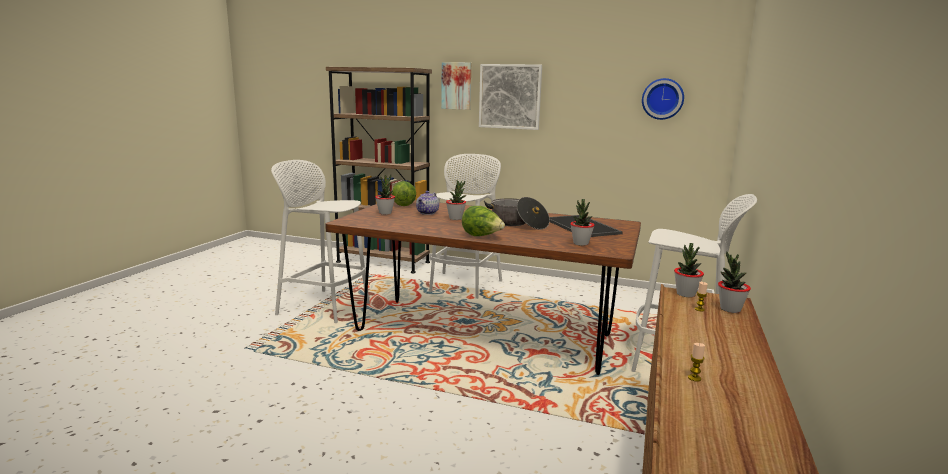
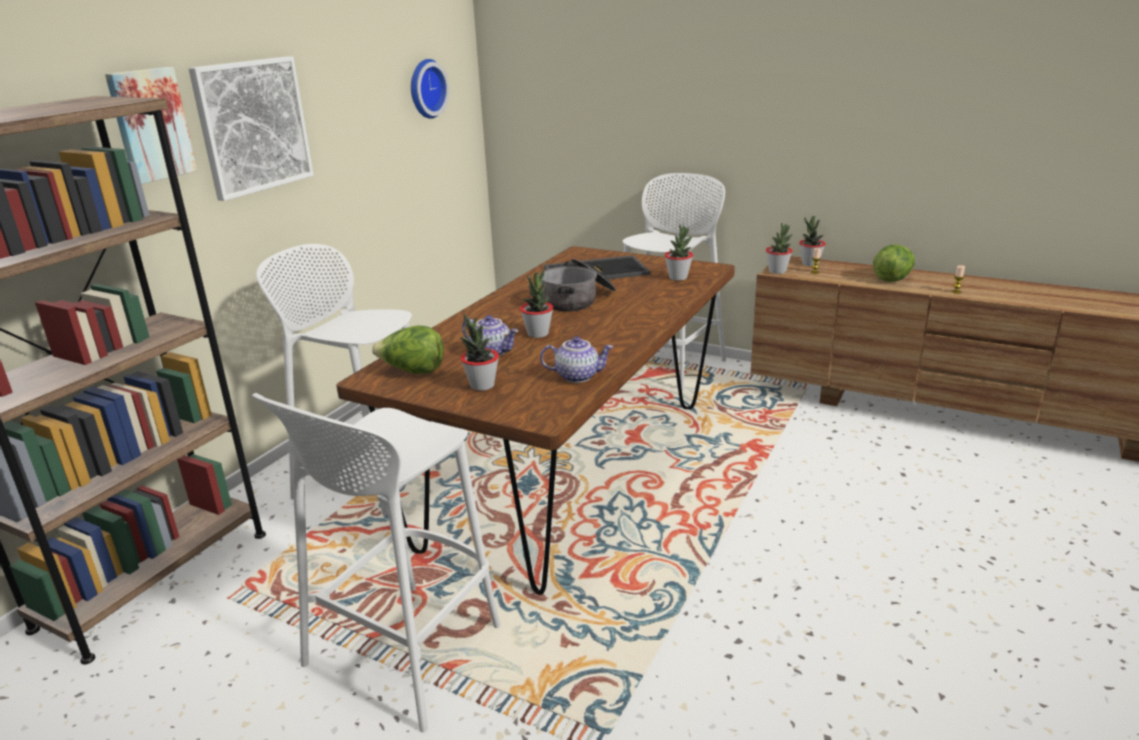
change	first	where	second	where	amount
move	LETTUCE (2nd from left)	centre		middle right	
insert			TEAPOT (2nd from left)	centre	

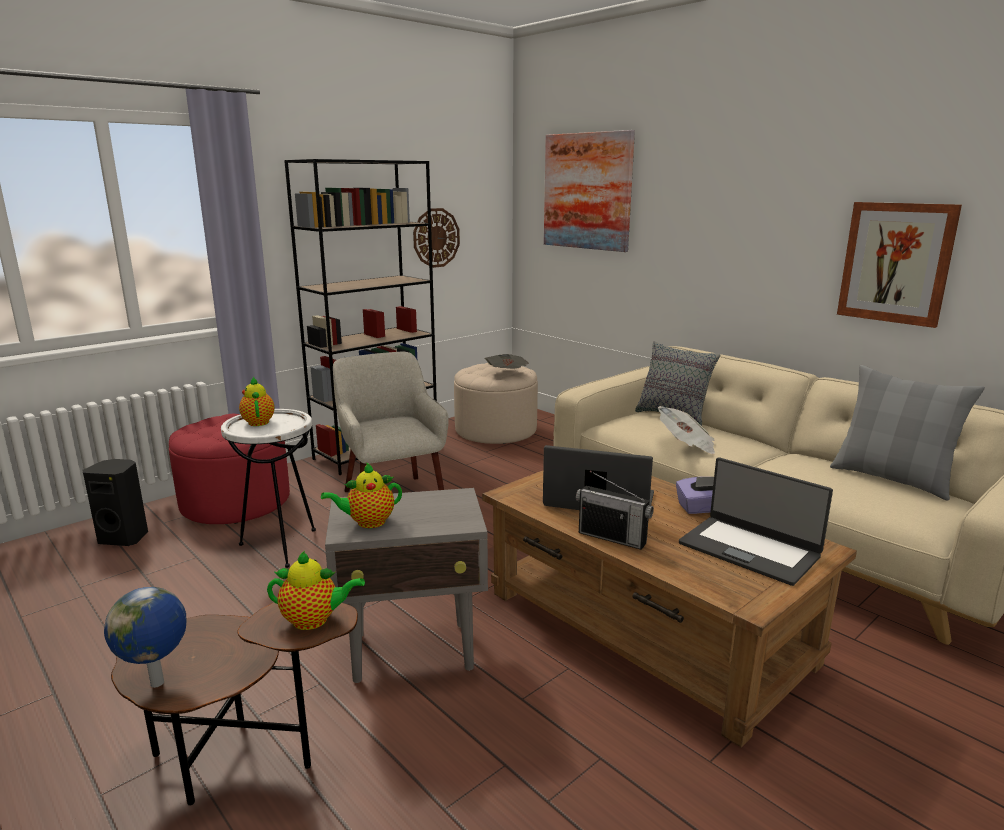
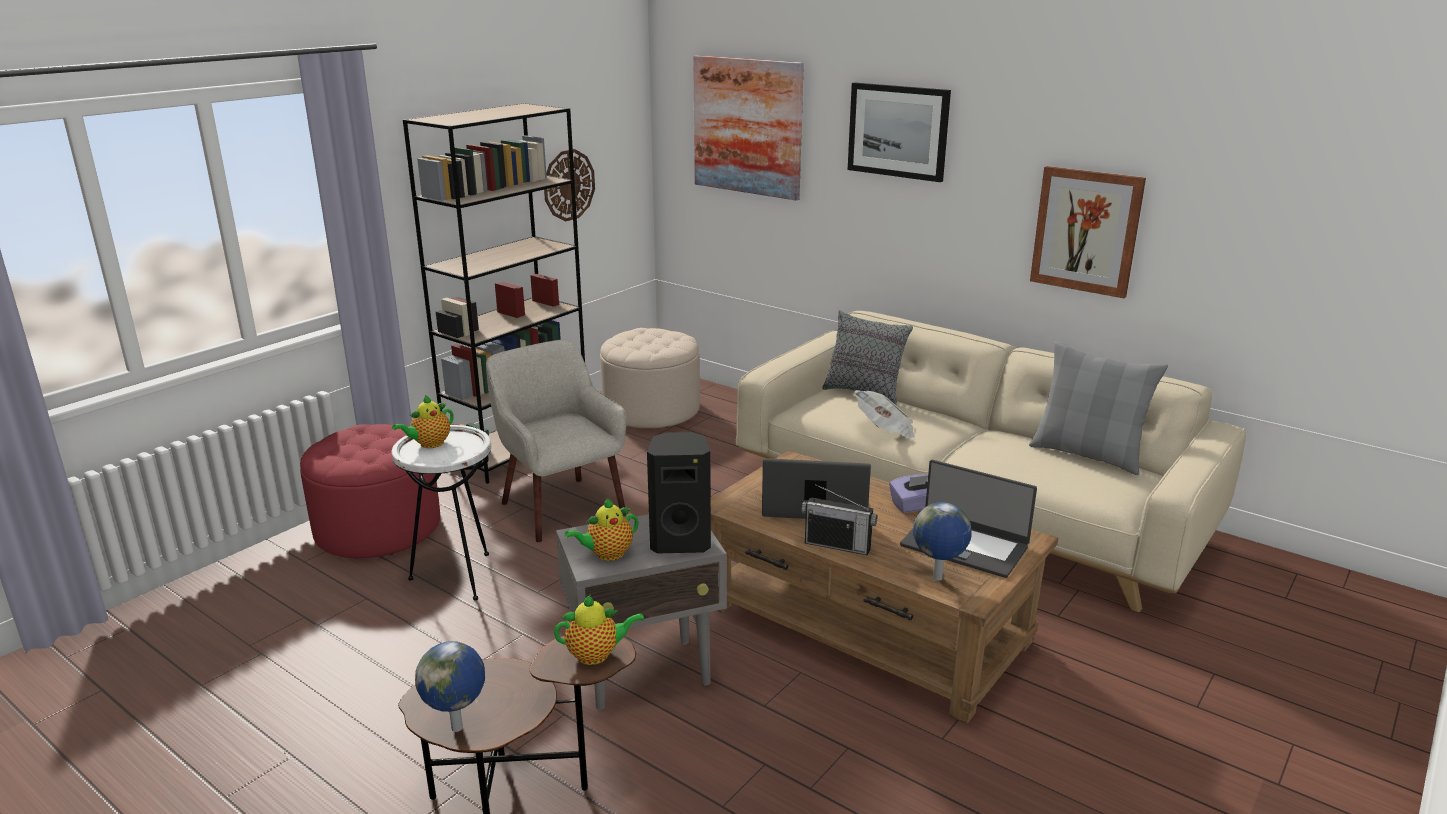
change	first	where	second	where	amount
move	BLACK SPEAKER	middle left		centre	
rotate	TEAPOT (1st from left)	middle left		middle left	105 degrees counterclockwise
delete	NEWSPAPER (1st from left)	centre			
insert			PICTURE (2nd from left)	top centre	
insert			GLOBE (2nd from left)	centre	

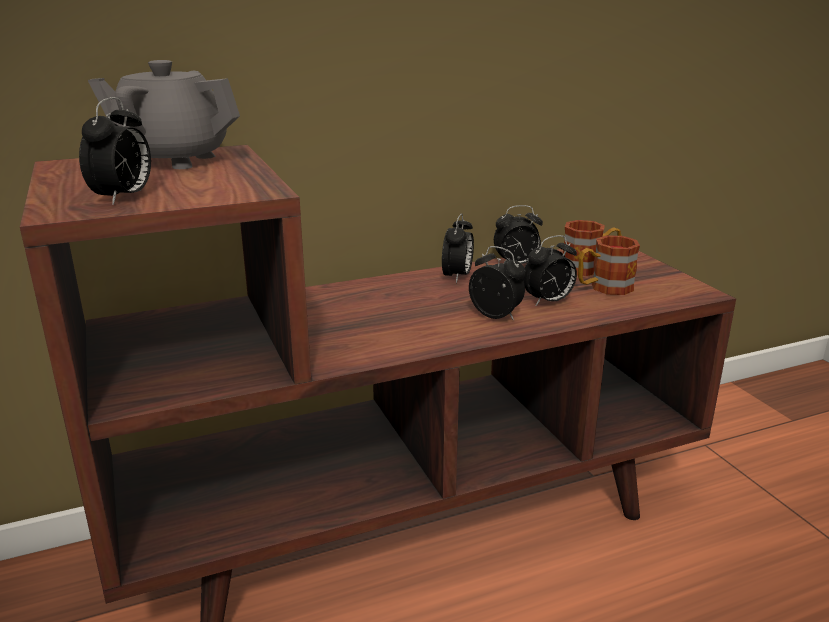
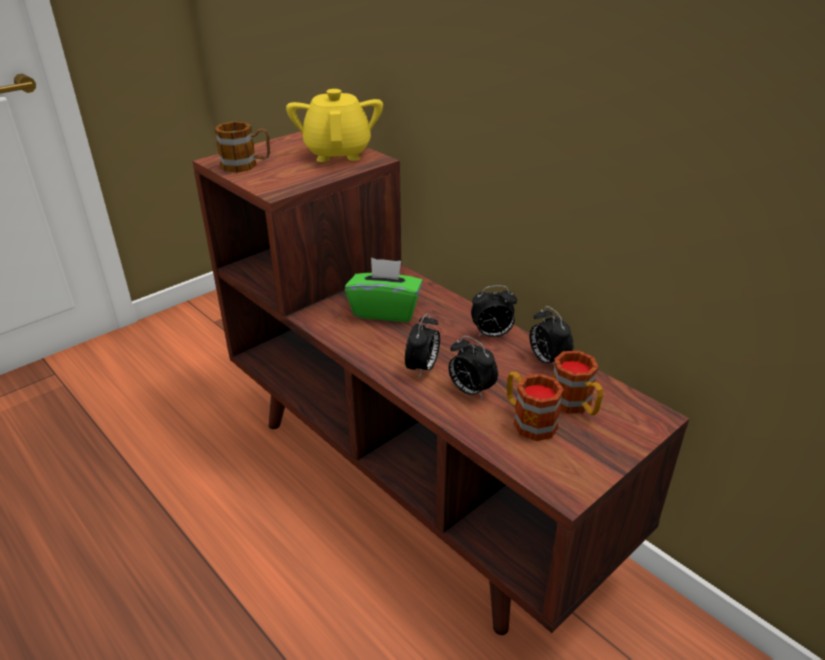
change	first	where	second	where	amount
replace	ALARM CLOCK (1st from left)	top left	MUG (1st from left)	top left	
recolor	GREY TEAPOT	top left	YELLOW TEAPOT	top centre	
insert			GREEN TISSUE BOX	centre	

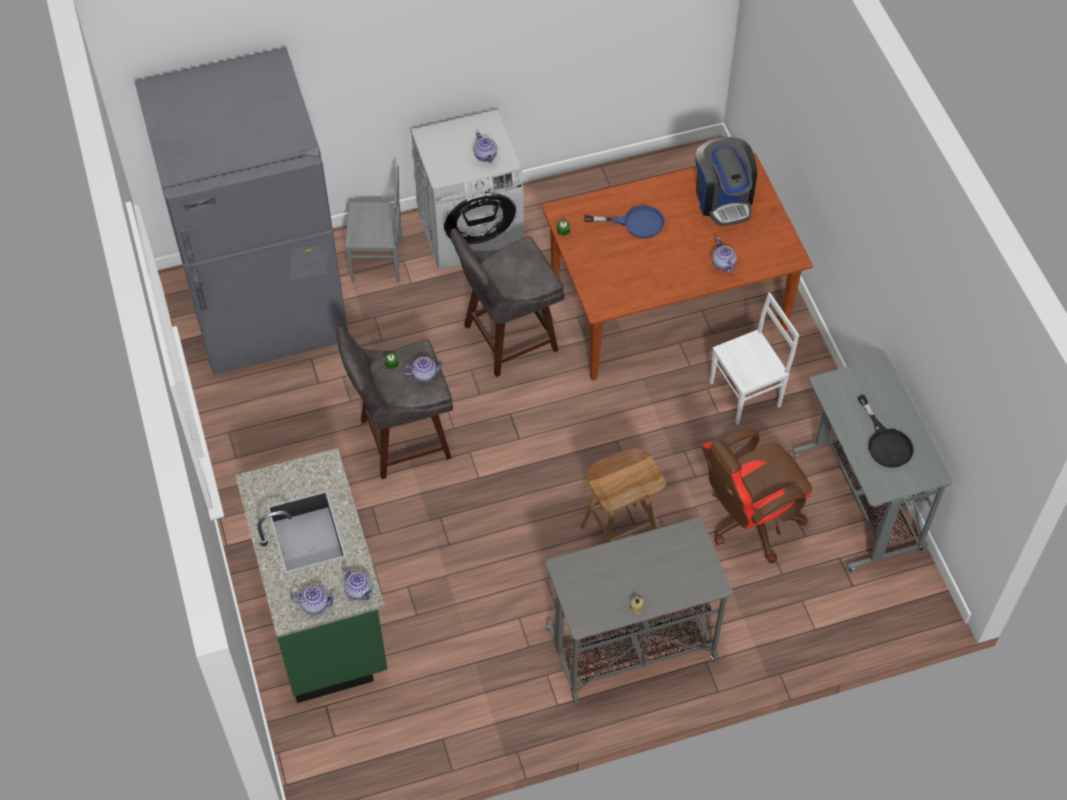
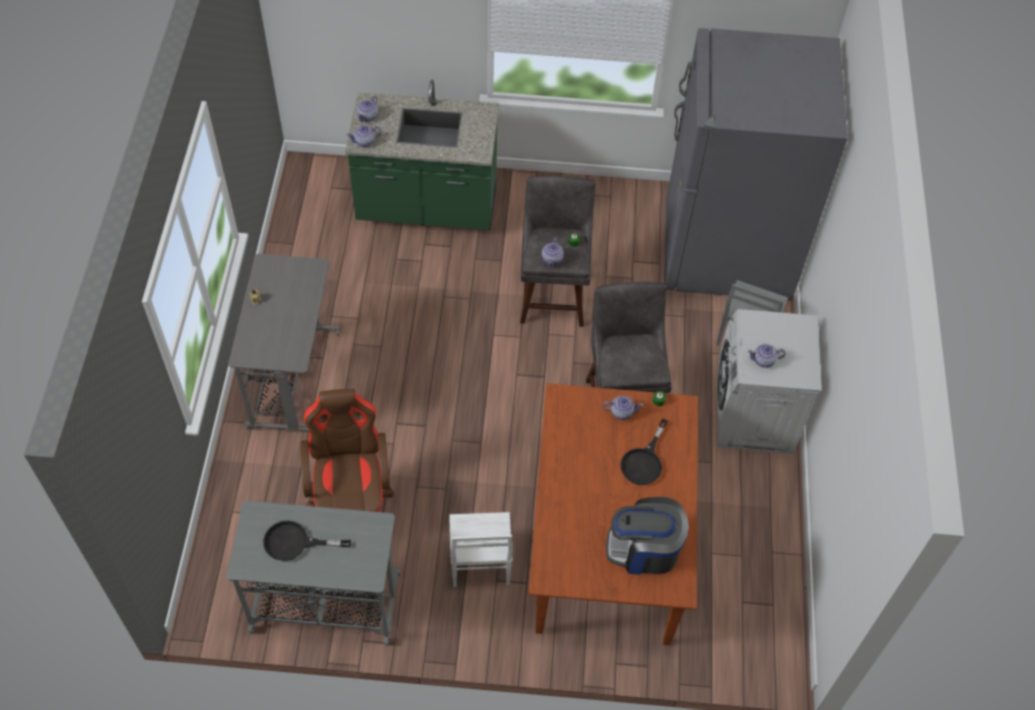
change	first	where	second	where	amount
delete	BROWN STOOL	centre			
recolor	BLUE FRYING PAN	top centre	BLACK FRYING PAN (2nd from left)	centre	
move	TEAPOT (5th from left in the first image)	top right	TEAPOT (4th from left)	centre	

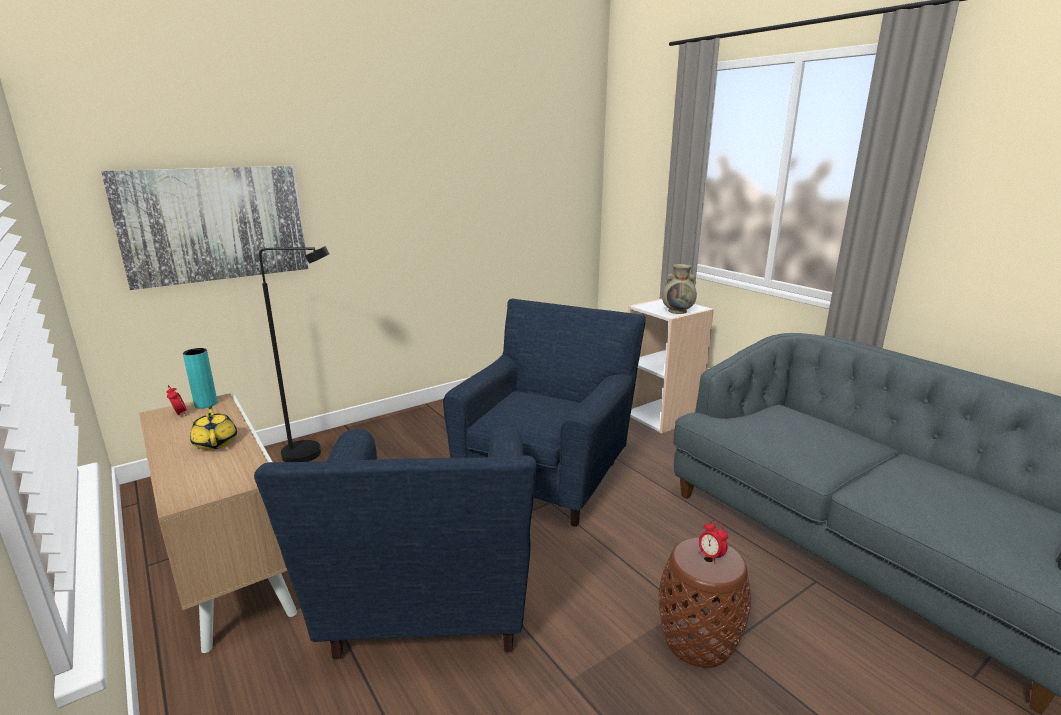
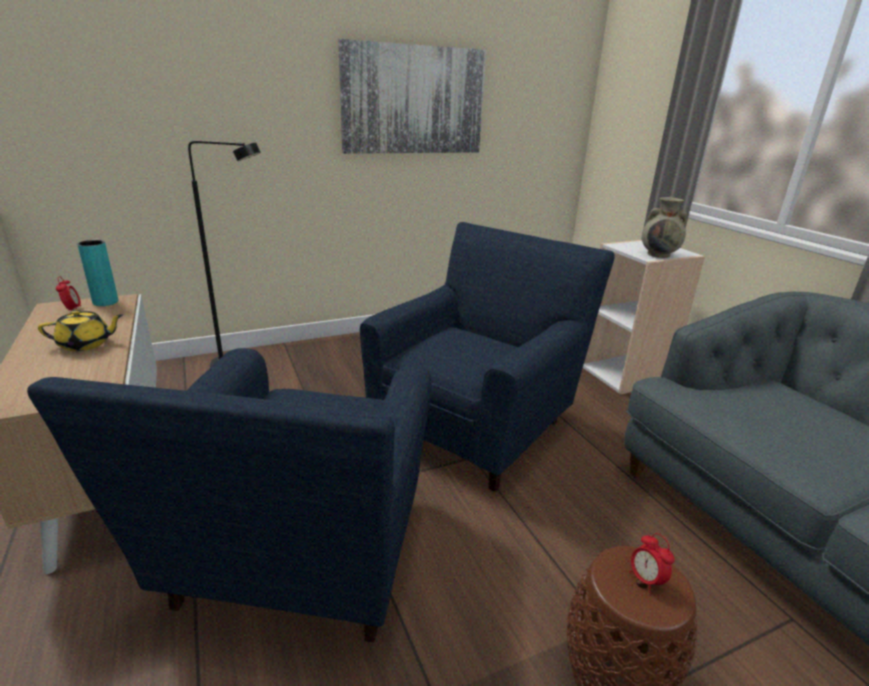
change	first	where	second	where	amount
move	PICTURE	top left		top centre	
rotate	YELLOW TEAPOT	middle left		middle left	90 degrees clockwise

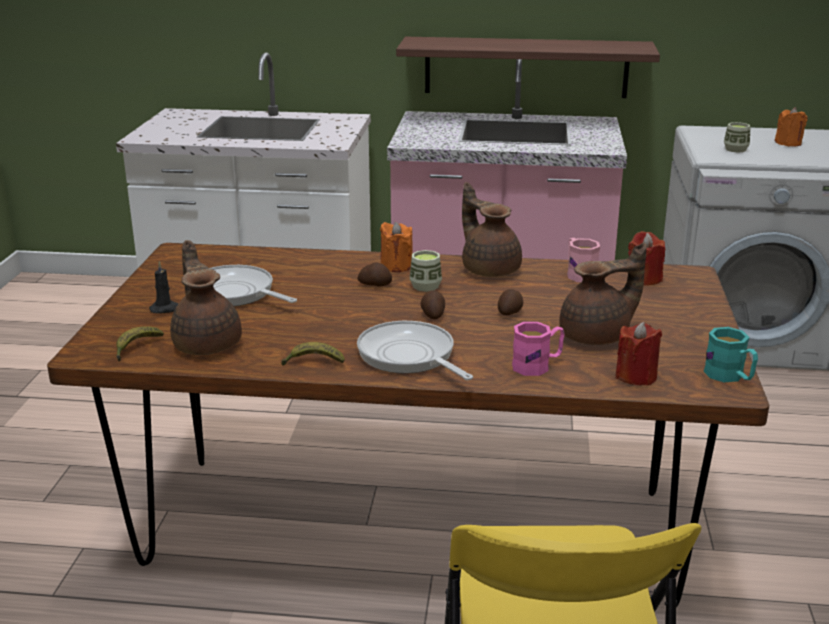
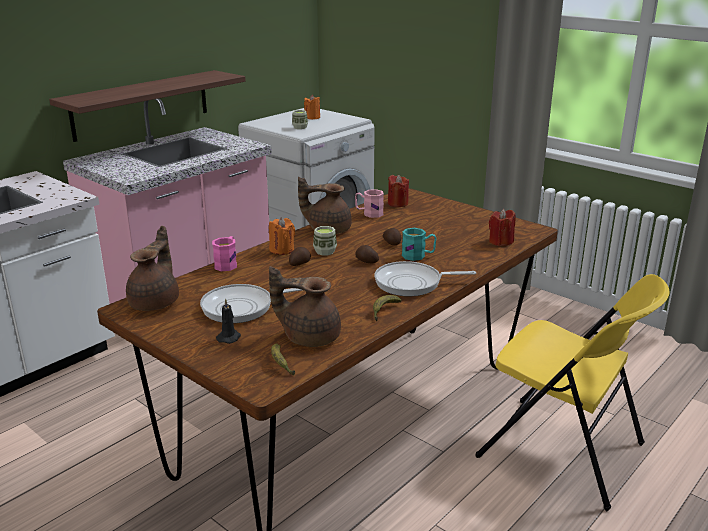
change	first	where	second	where	amount
move	PINK MUG (1st from left)	centre		middle left	
move	BROWN TEAPOT (3rd from left in the first image)	middle right	BROWN TEAPOT (1st from left)	middle left	
move	TURQUOISE MUG	middle right		centre	

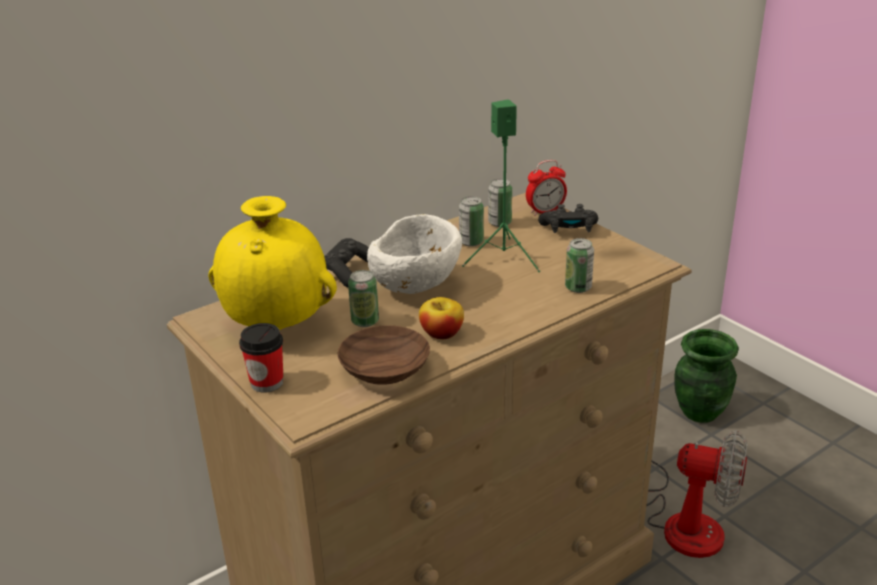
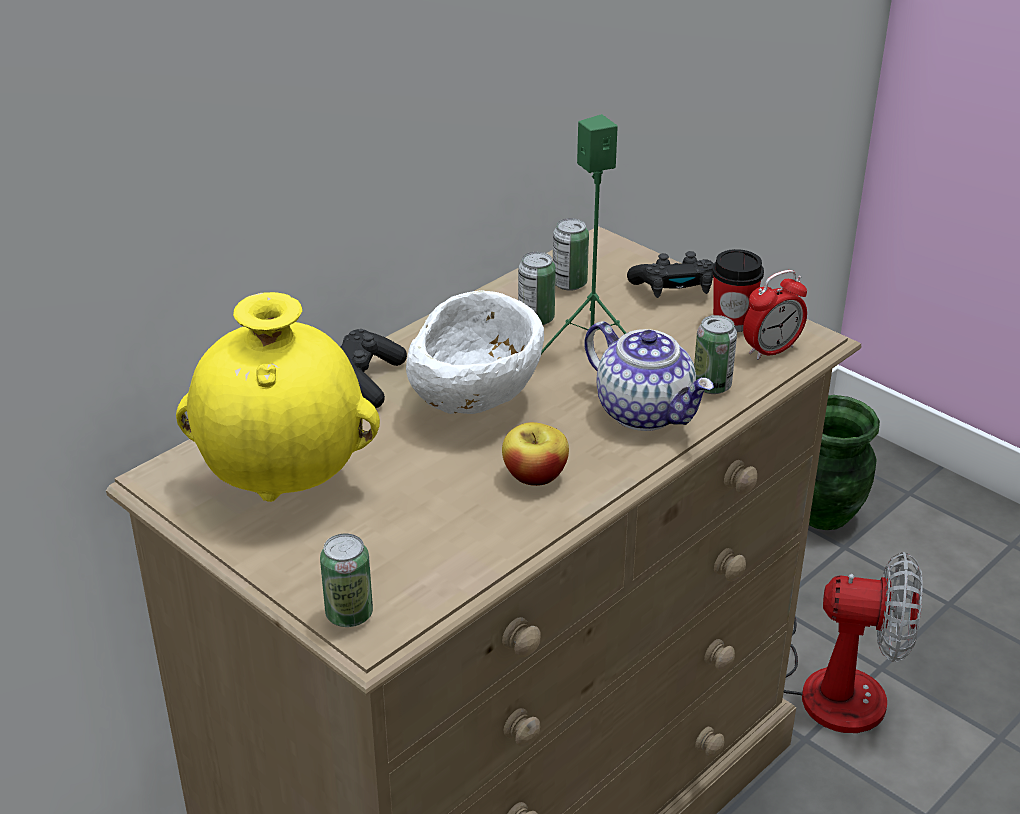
change	first	where	second	where	amount
move	CUP	middle left		middle right	
delete	BROWN BOWL	centre			
move	CAN (1st from left)	centre		bottom centre	
move	ALARM CLOCK	top centre		middle right	
insert			TEAPOT	centre	

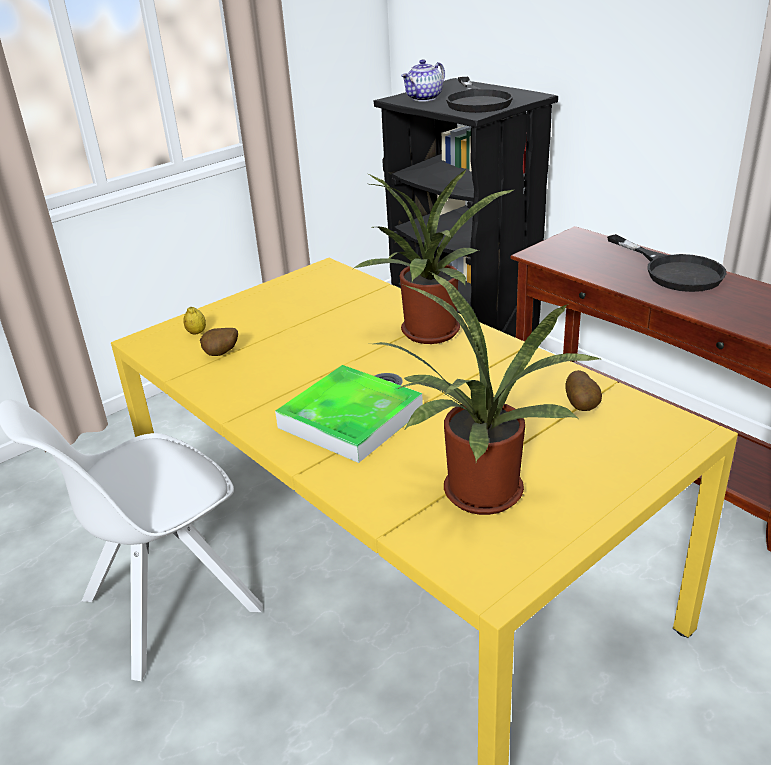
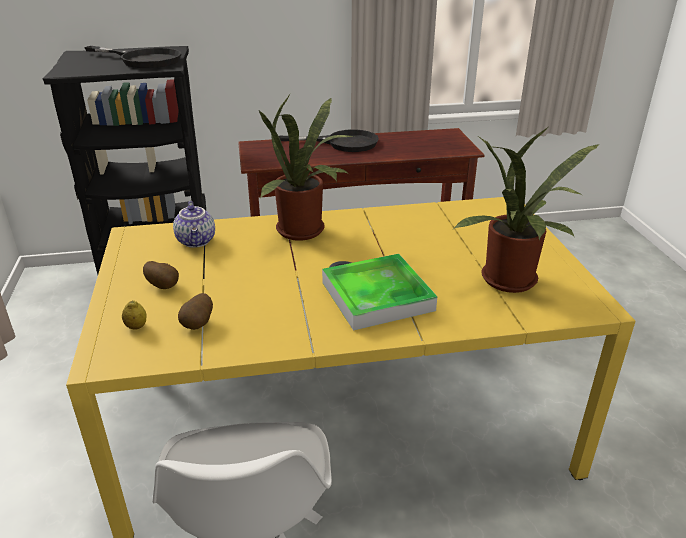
change	first	where	second	where	amount
move	TEAPOT	top centre		middle left	
move	POTATO (2nd from left in the first image)	middle right	POTATO (1st from left)	middle left	

